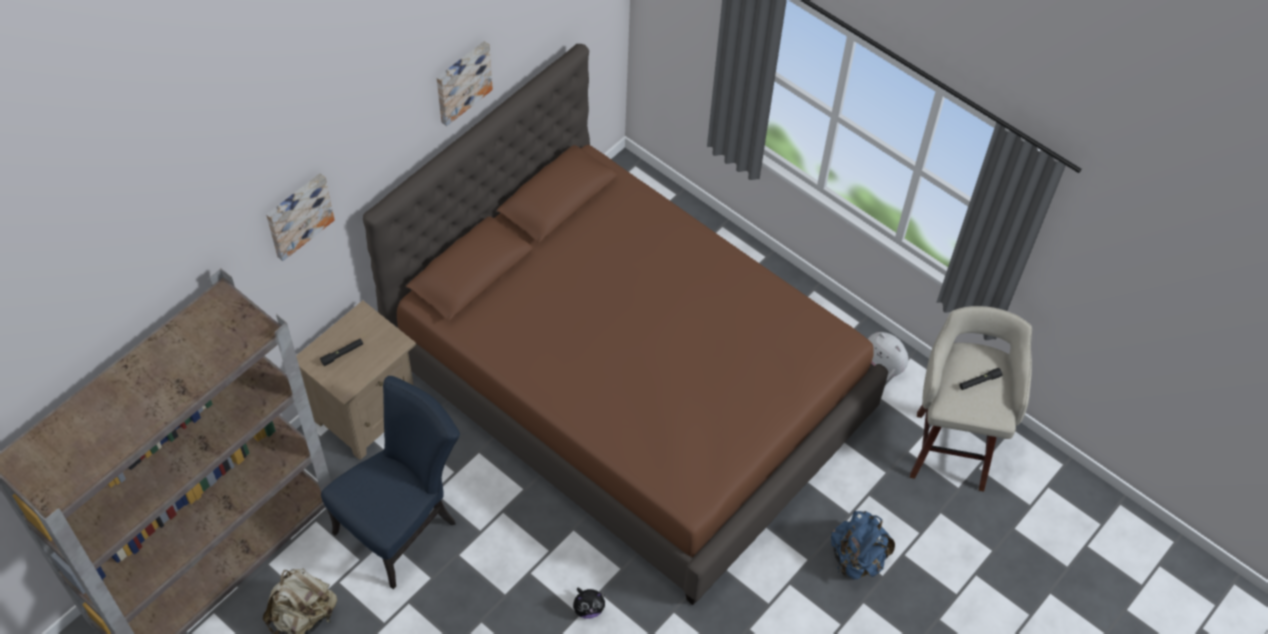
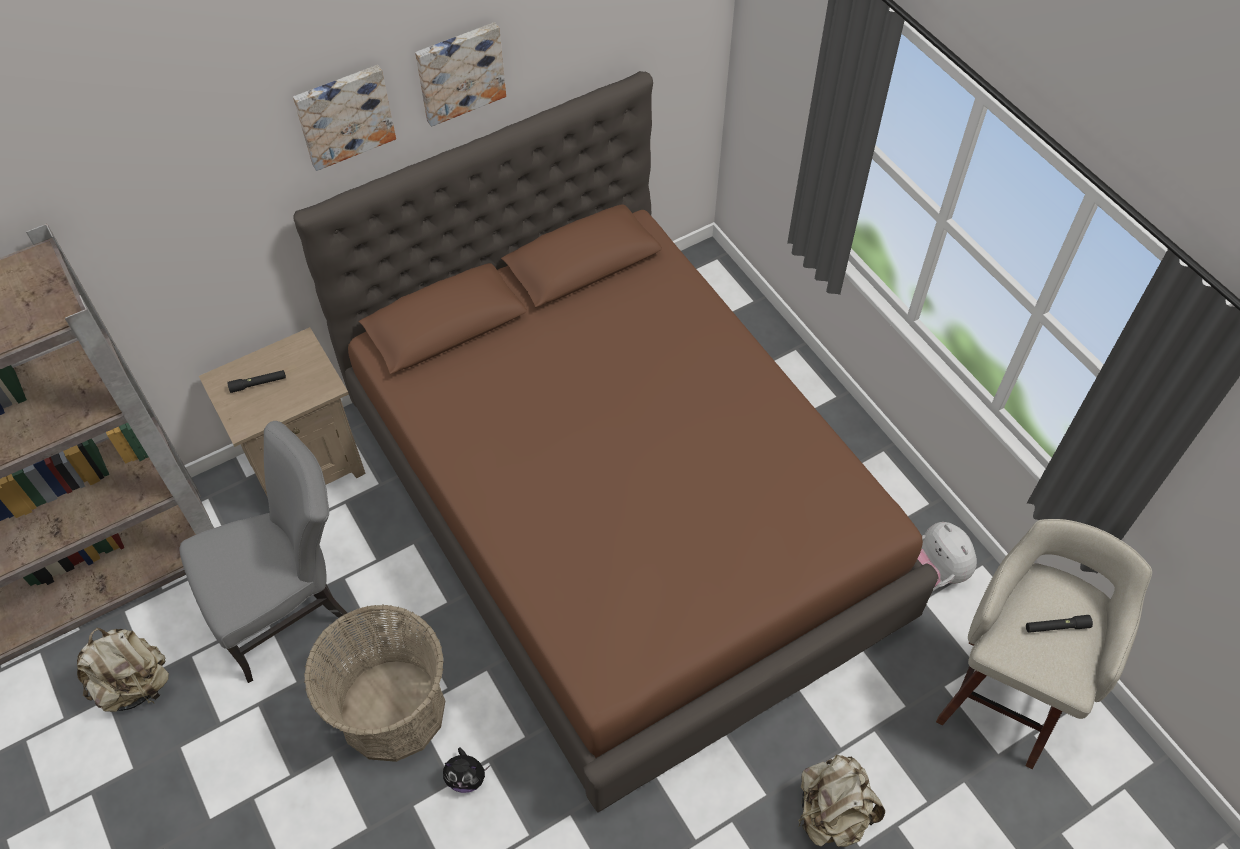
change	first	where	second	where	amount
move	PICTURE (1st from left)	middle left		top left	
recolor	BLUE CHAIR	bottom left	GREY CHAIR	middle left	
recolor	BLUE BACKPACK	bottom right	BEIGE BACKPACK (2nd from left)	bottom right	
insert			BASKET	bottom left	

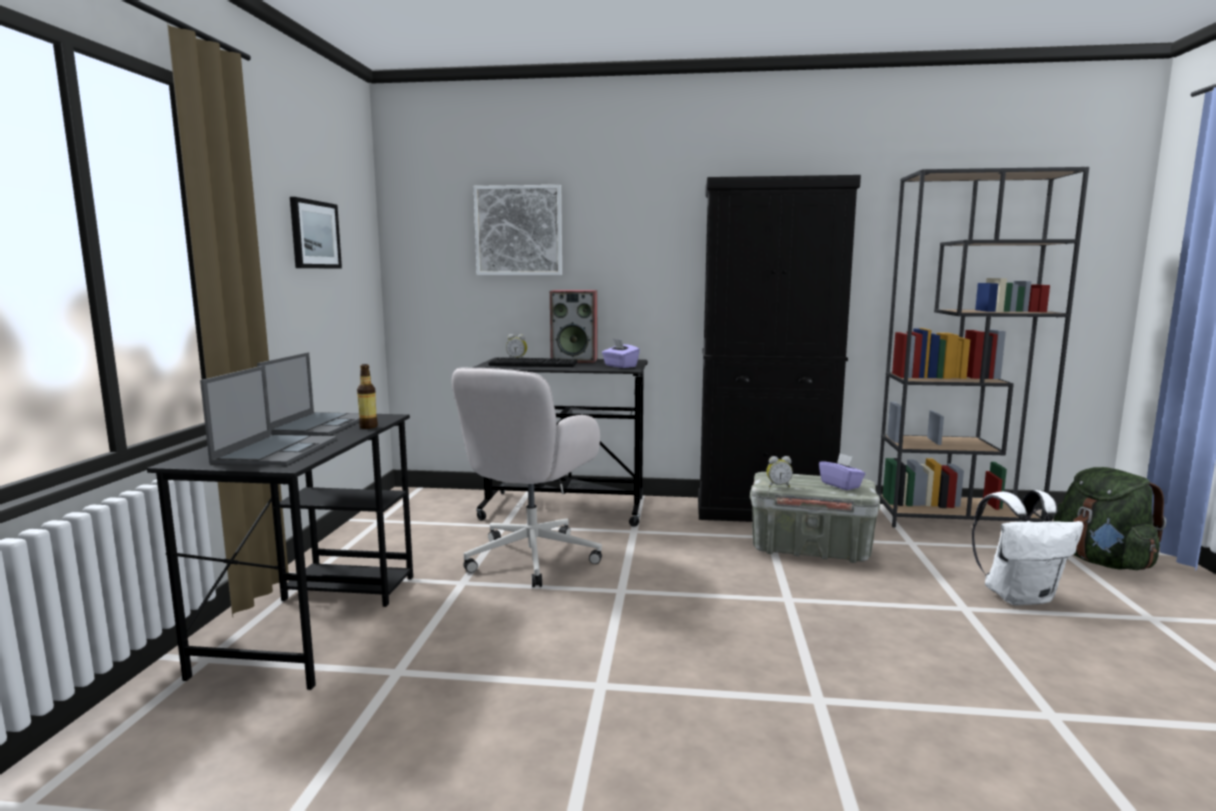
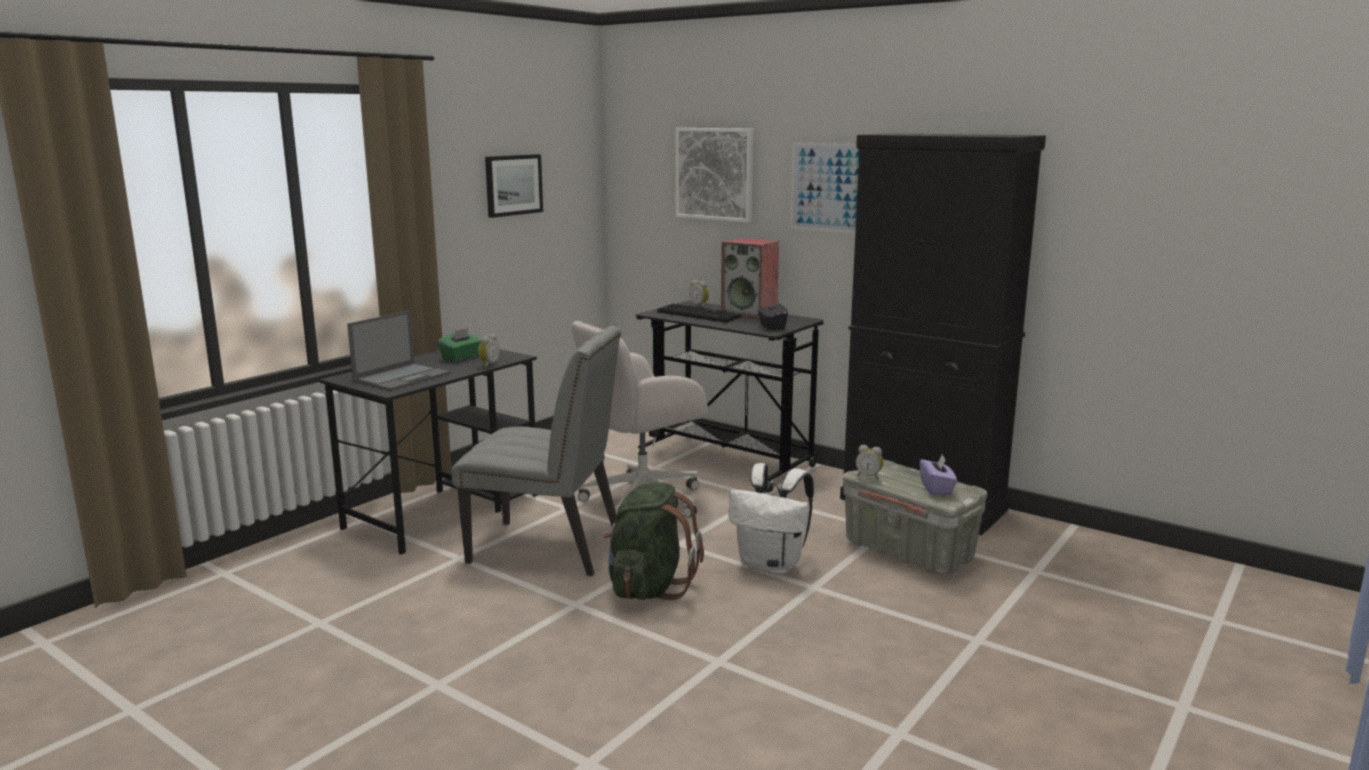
change	first	where	second	where	amount
replace	LAPTOP (2nd from left)	middle left	GREEN TISSUE BOX	centre	
replace	BOTTLE	middle left	ALARM CLOCK (1st from left)	centre	
recolor	PURPLE TISSUE BOX (1st from left)	centre	BLACK TISSUE BOX	centre	
delete	BOOKCASE	middle right			
move	WHITE BACKPACK	bottom right		bottom centre	
move	GREEN BACKPACK	middle right		bottom centre	
insert			GREY CHAIR	centre	
insert			PICTURE (3rd from left)	top centre	

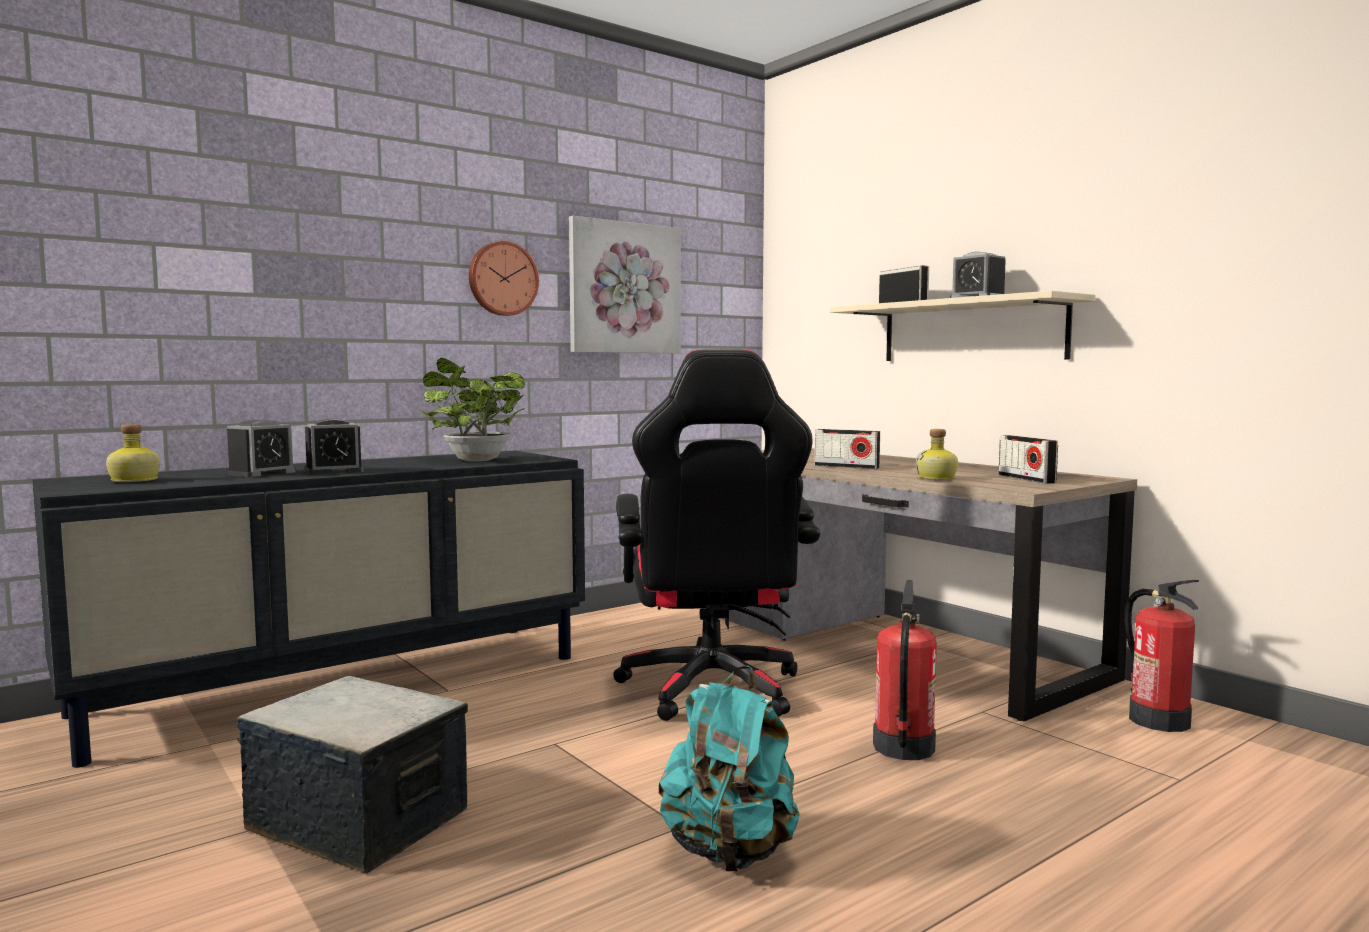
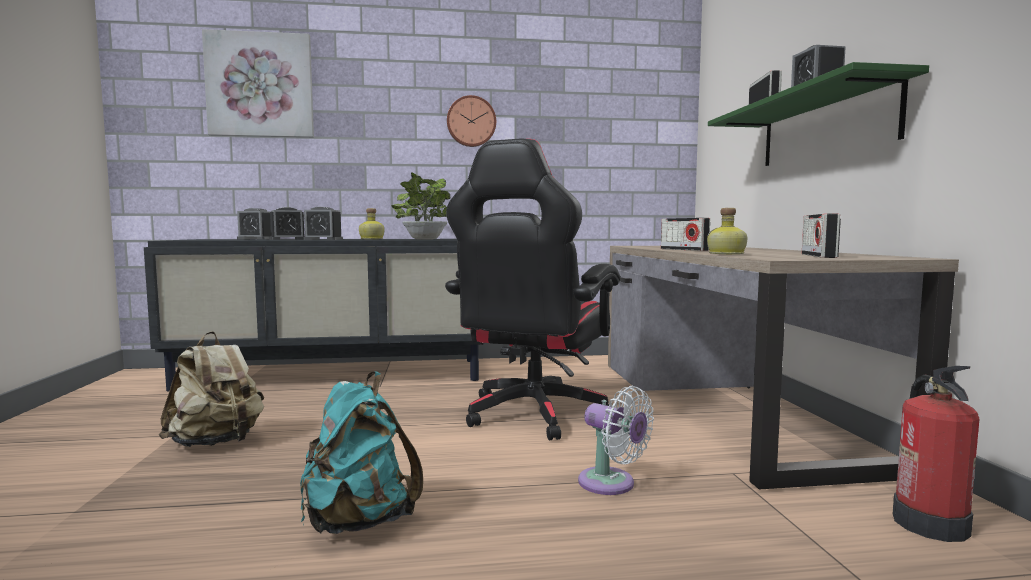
change	first	where	second	where	amount
move	BOTTLE (1st from left)	middle left		centre	
replace	STORAGE BOX	bottom left	BEIGE BACKPACK	bottom left	
move	PICTURE	top centre		top left	
recolor	BEIGE SHELF	middle right	GREEN SHELF	top right	
replace	FIRE EXTINGUISHER (1st from left)	bottom centre	WHITE FAN	bottom centre	
insert			ALARM CLOCK (1st from left)	middle left	

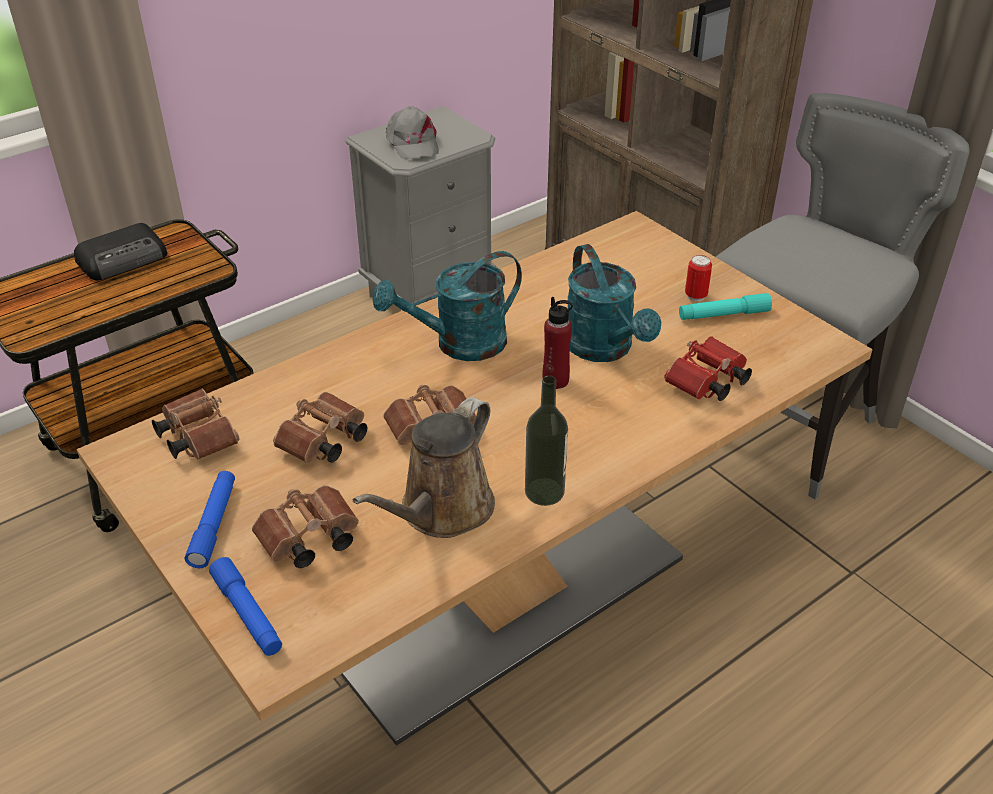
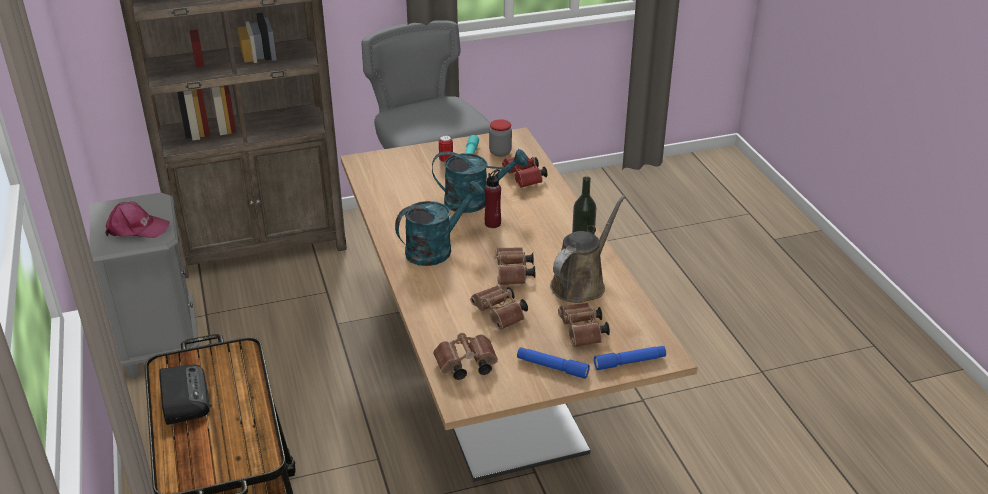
change	first	where	second	where	amount
rotate	BROWN WATERING CAN	centre		centre	105 degrees counterclockwise
rotate	TURQUOISE WATERING CAN (1st from left)	centre		centre	120 degrees counterclockwise
recolor	GREY CAP	top centre	PINK CAP	middle left	
insert			JAR	top centre	

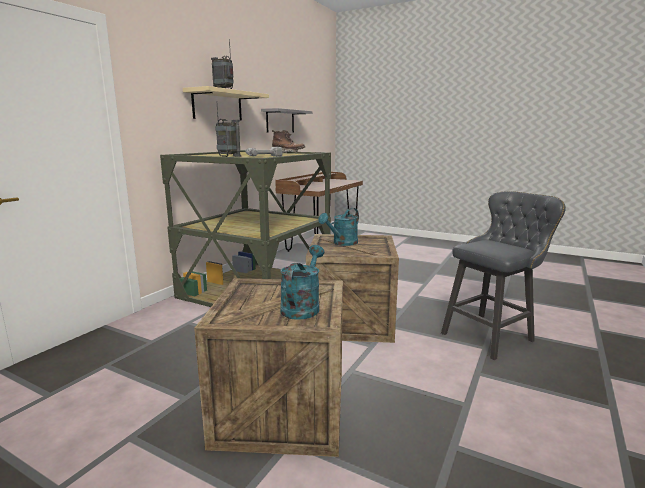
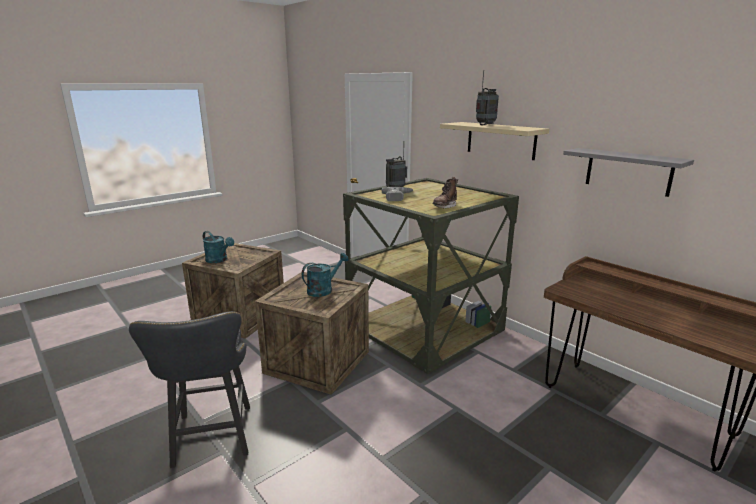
change	first	where	second	where	amount
rotate	TURQUOISE WATERING CAN (2nd from left)	centre		centre	75 degrees clockwise

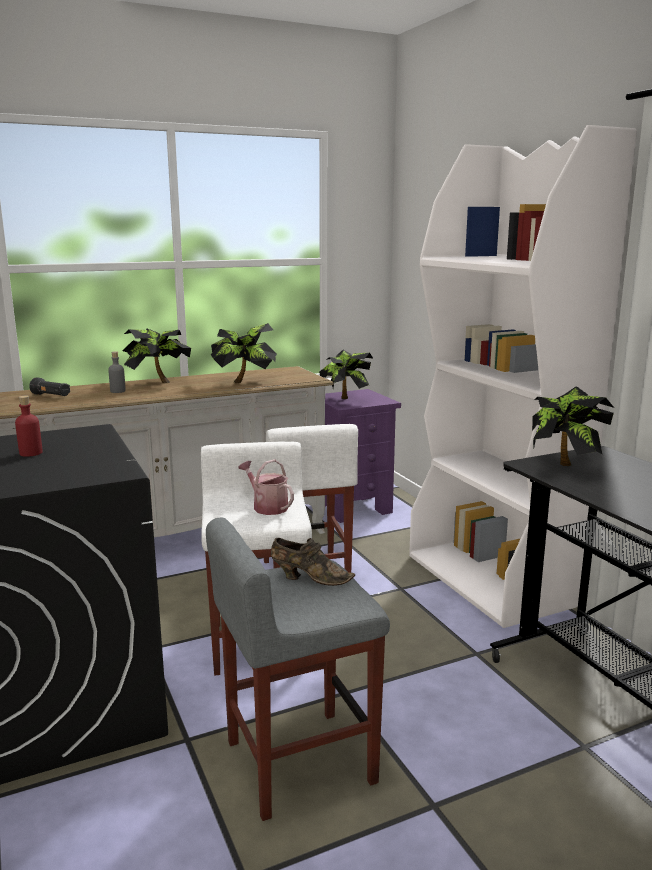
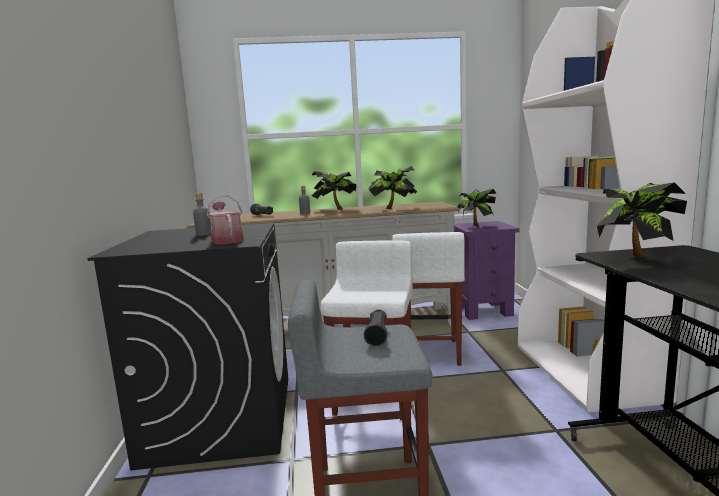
change	first	where	second	where	amount
recolor	RED BOTTLE	middle left	GREY BOTTLE (1st from left)	middle left	
move	WATERING CAN	centre		middle left	
replace	BROWN SHOE	centre	BLACK FLASHLIGHT (2nd from left)	centre	

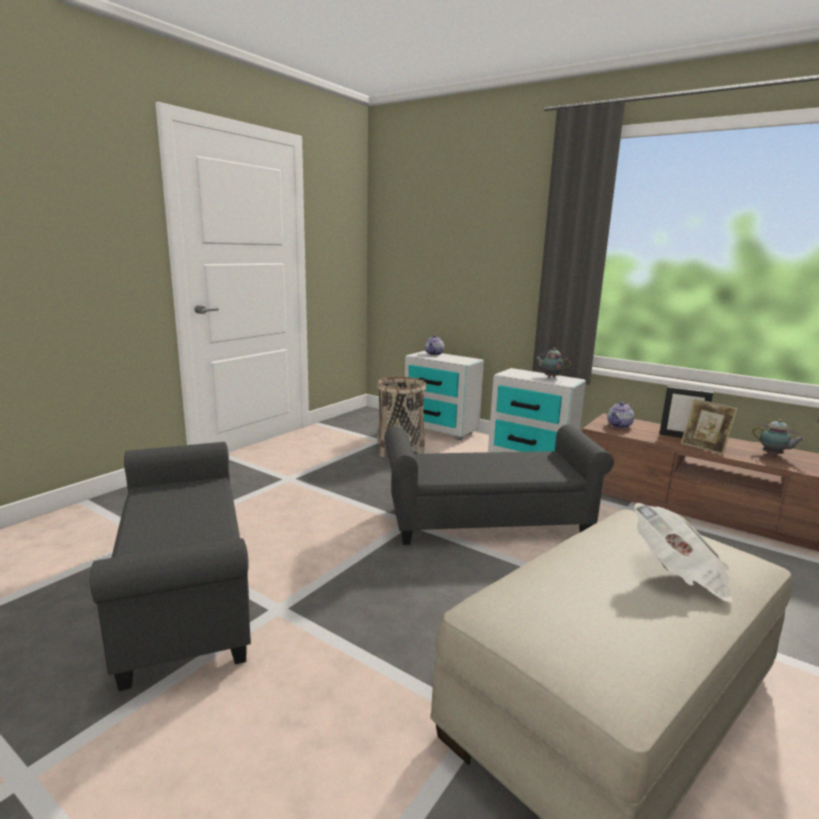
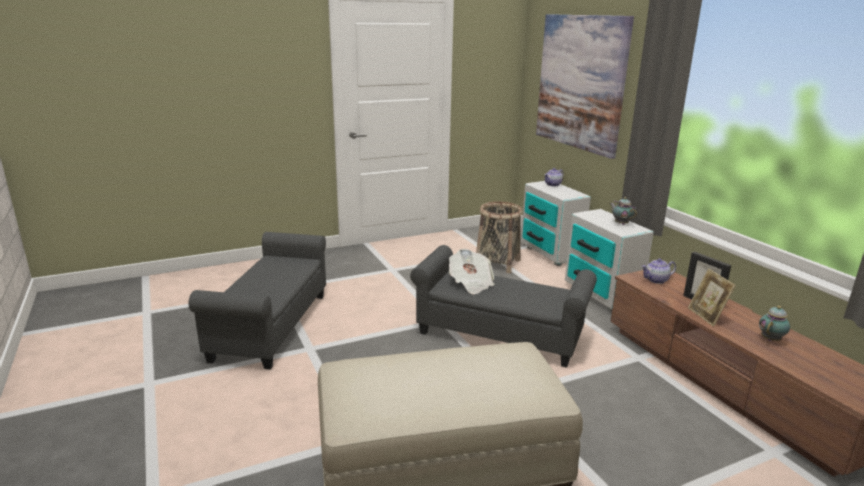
change	first	where	second	where	amount
move	NEWSPAPER	bottom right		centre	
rotate	TEAPOT (4th from left)	middle right		middle right	120 degrees counterclockwise
insert			PICTURE	top right	

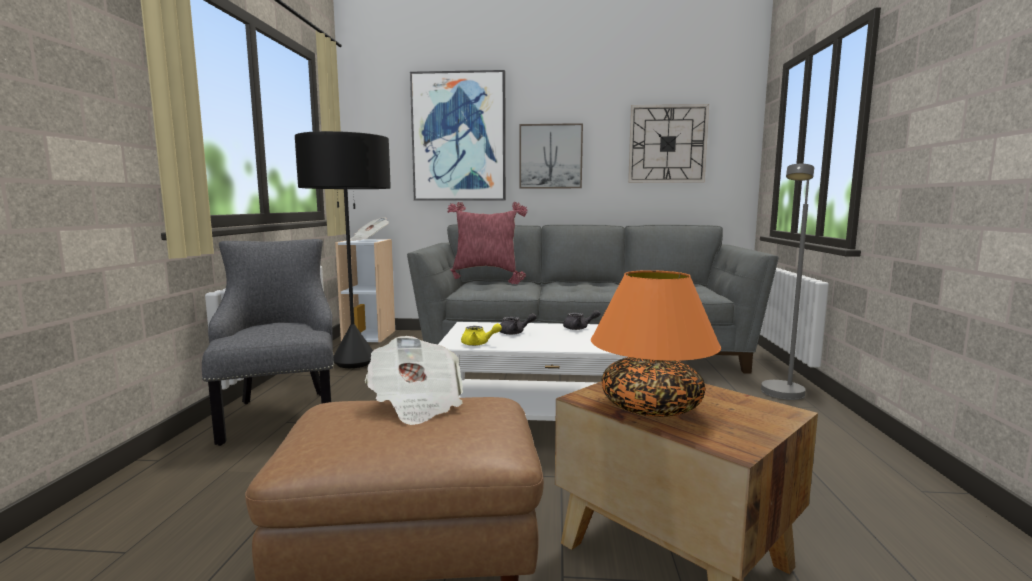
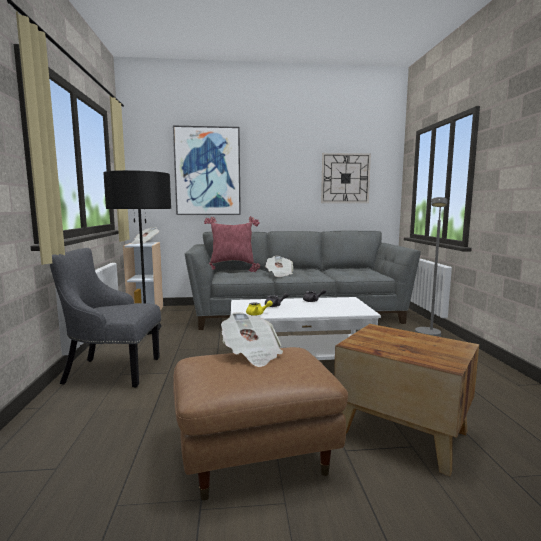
change	first	where	second	where	amount
rotate	GREY ARMCHAIR	middle left		middle left	60 degrees counterclockwise
delete	PICTURE (2nd from left)	top centre			
delete	ORANGE TABLE LAMP	centre			
insert			NEWSPAPER (3rd from left)	centre	

